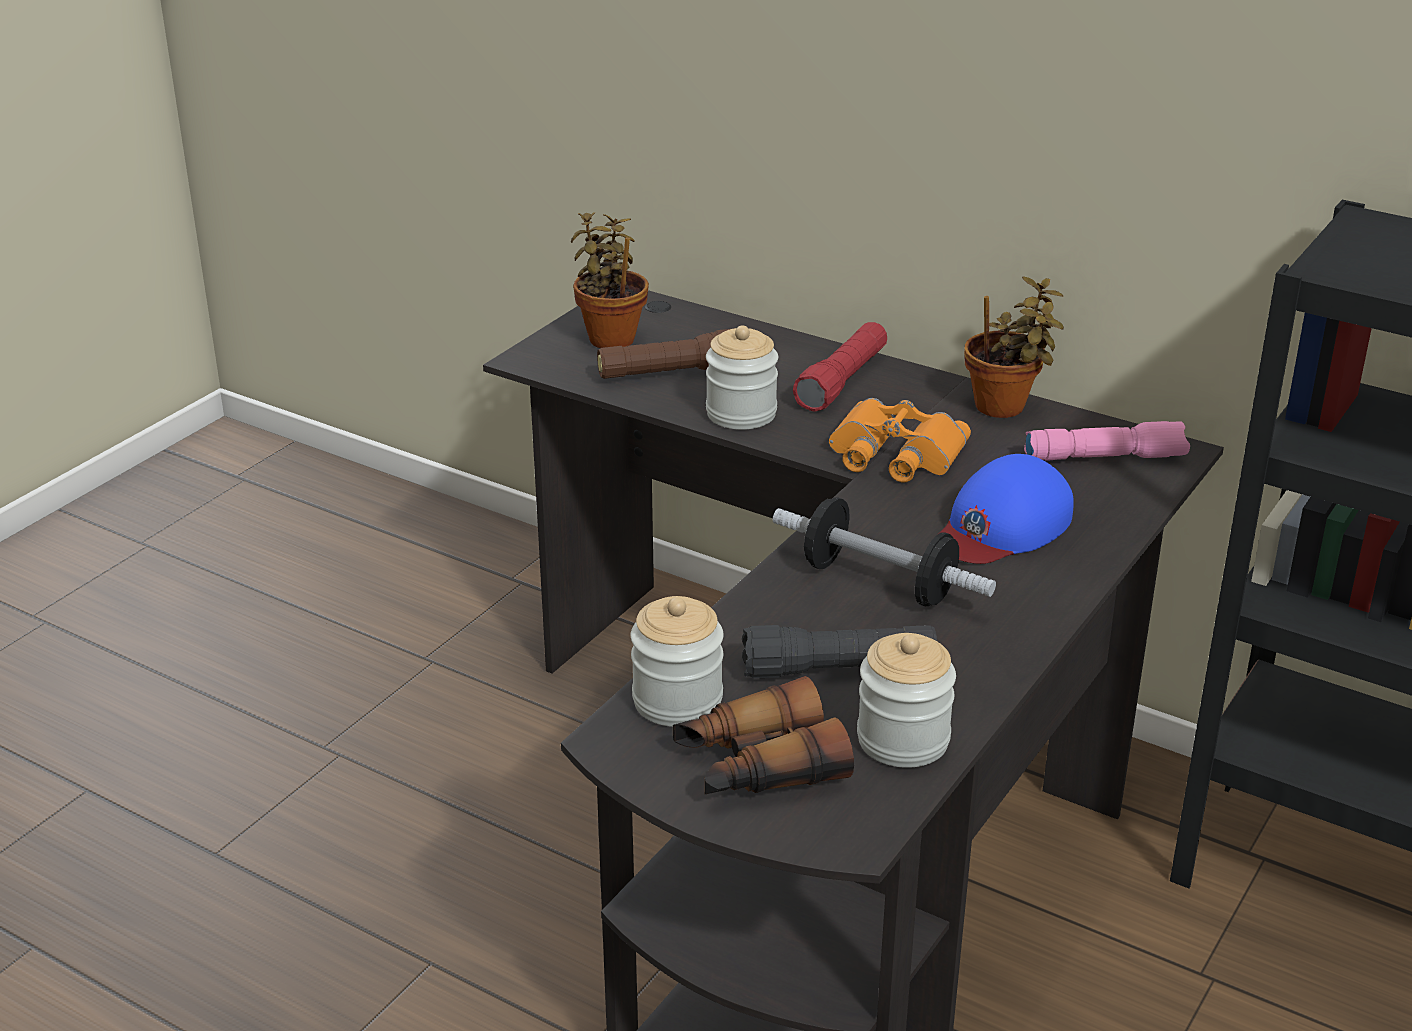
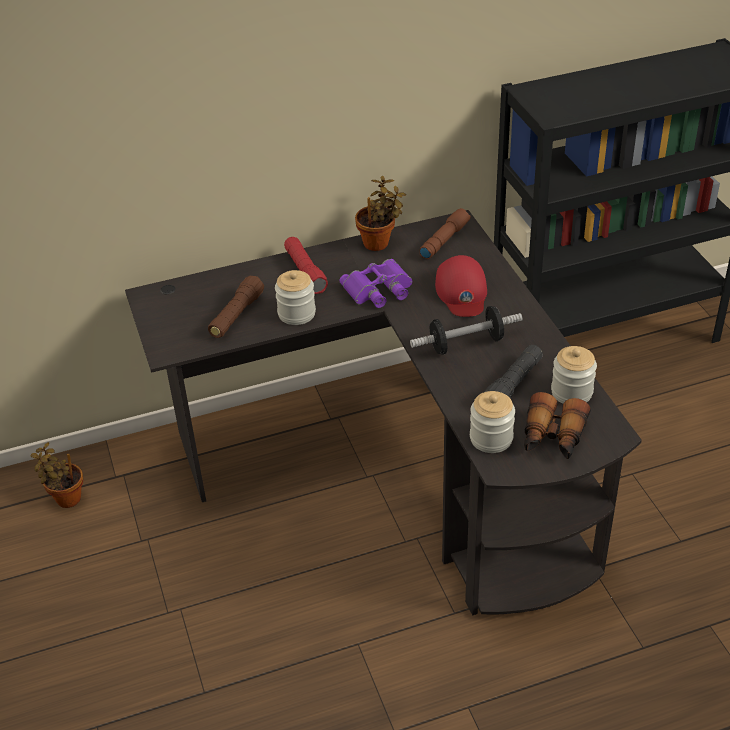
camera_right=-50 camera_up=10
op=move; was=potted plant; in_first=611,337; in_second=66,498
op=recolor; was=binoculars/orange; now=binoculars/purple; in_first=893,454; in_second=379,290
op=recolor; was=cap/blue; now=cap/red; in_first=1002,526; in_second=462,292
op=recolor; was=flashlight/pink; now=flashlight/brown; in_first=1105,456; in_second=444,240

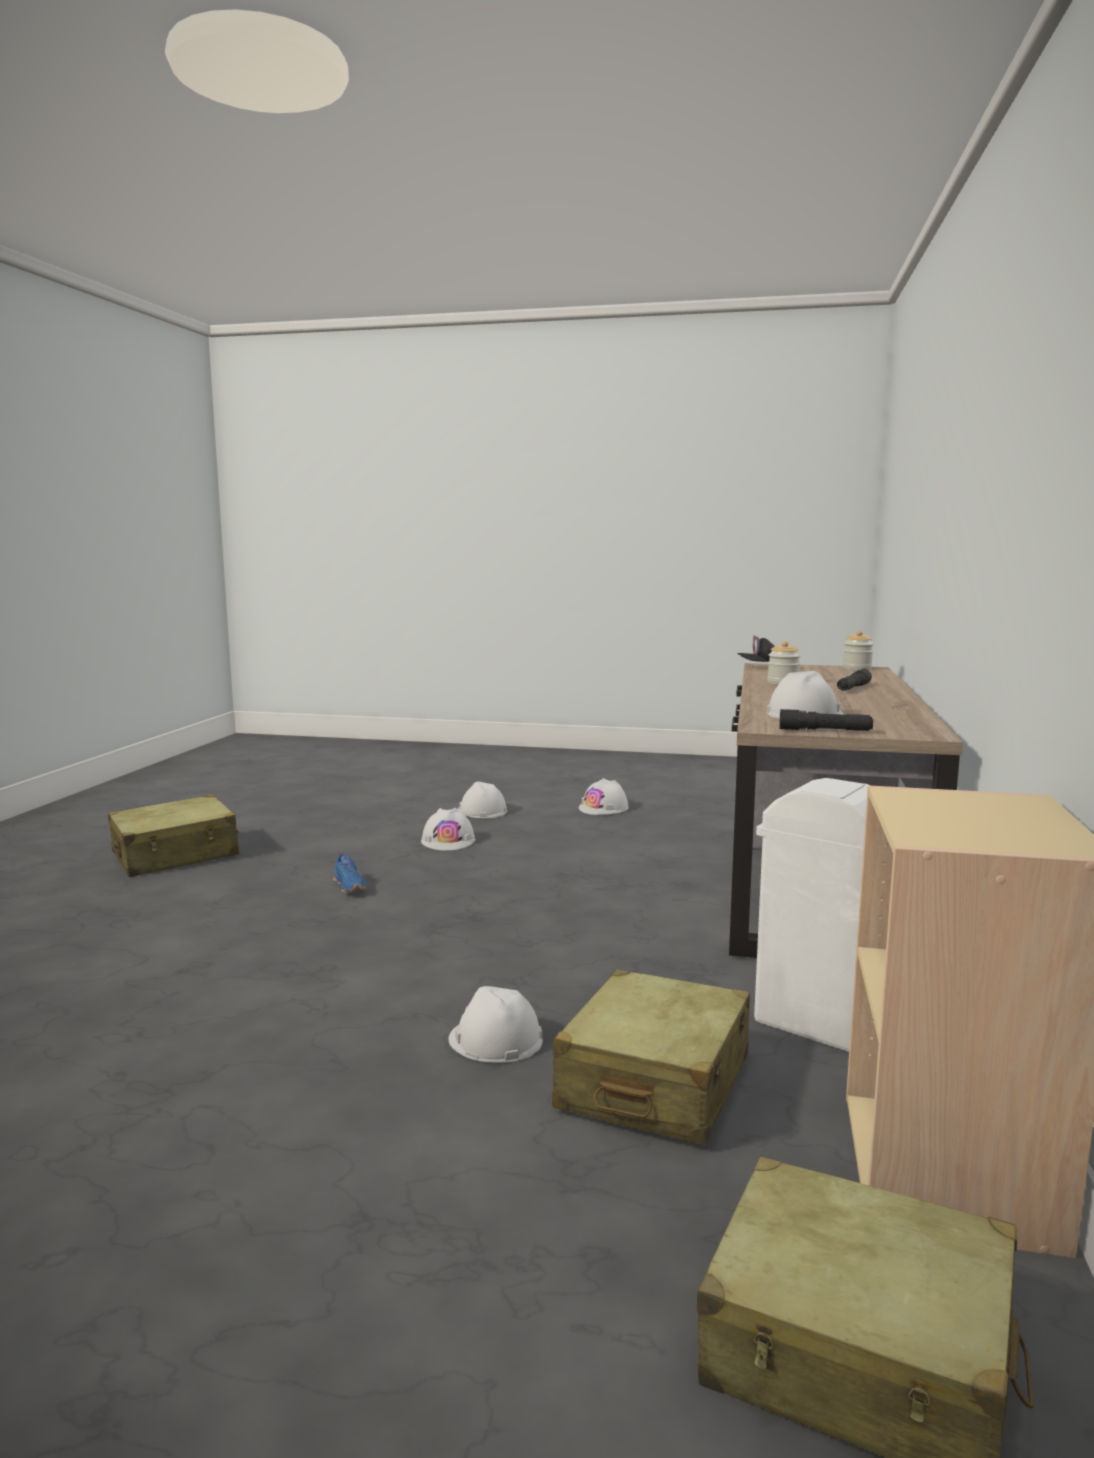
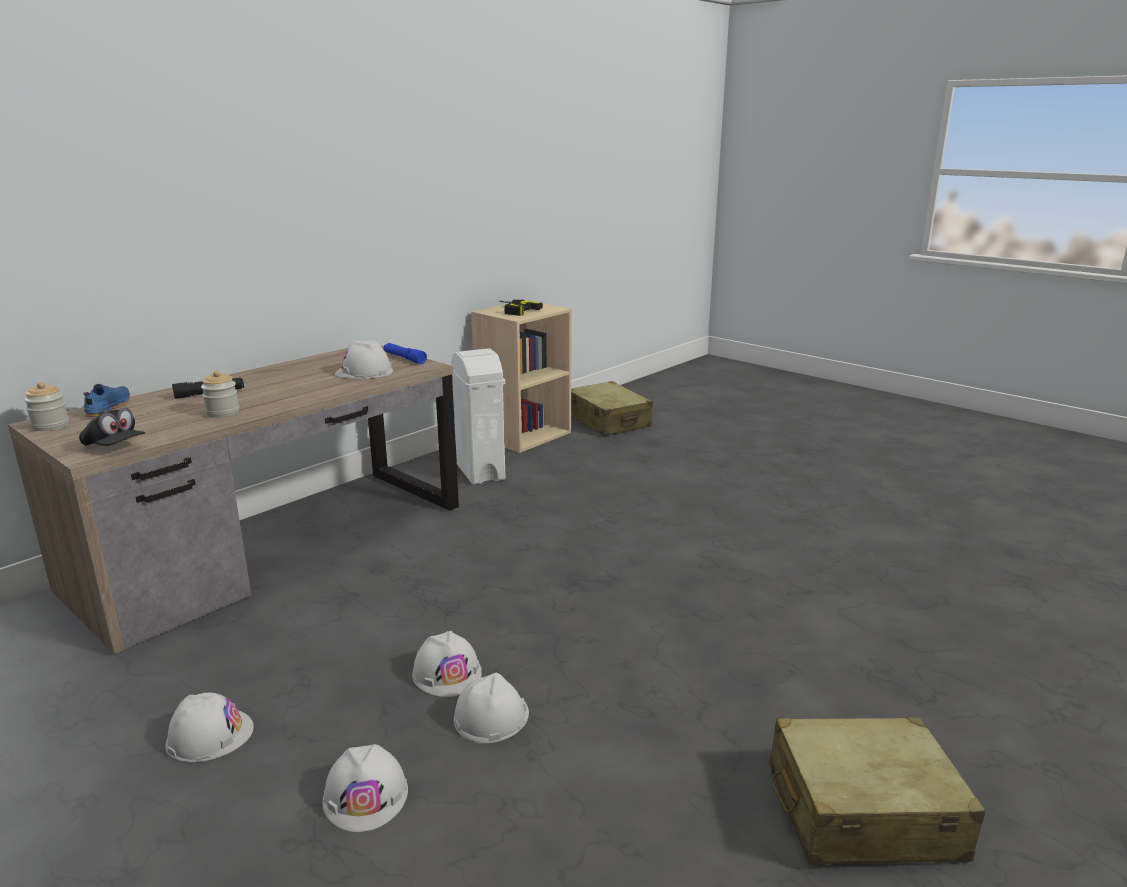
camera_right=-150 camera_up=10
op=delete; was=suitcase/beige; in_first=654,1083
op=insert; now=power drill; in_second=512,310
op=move; was=shoe/blue; in_first=350,886; in_second=107,409
op=move; was=hard hat/white; in_first=495,1039; in_second=447,673
op=recolor; was=flashlight/black; now=flashlight/blue; in_first=824,731; in_second=404,358

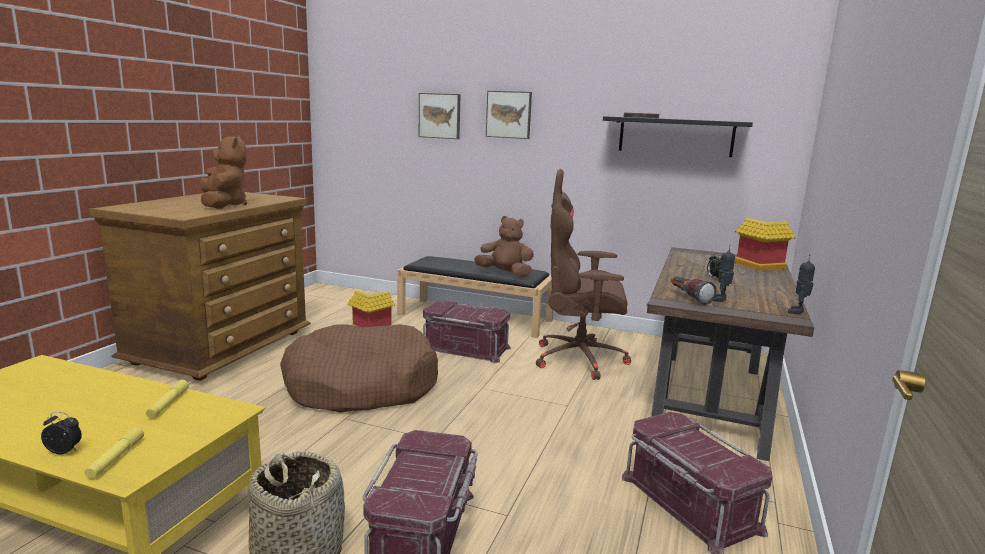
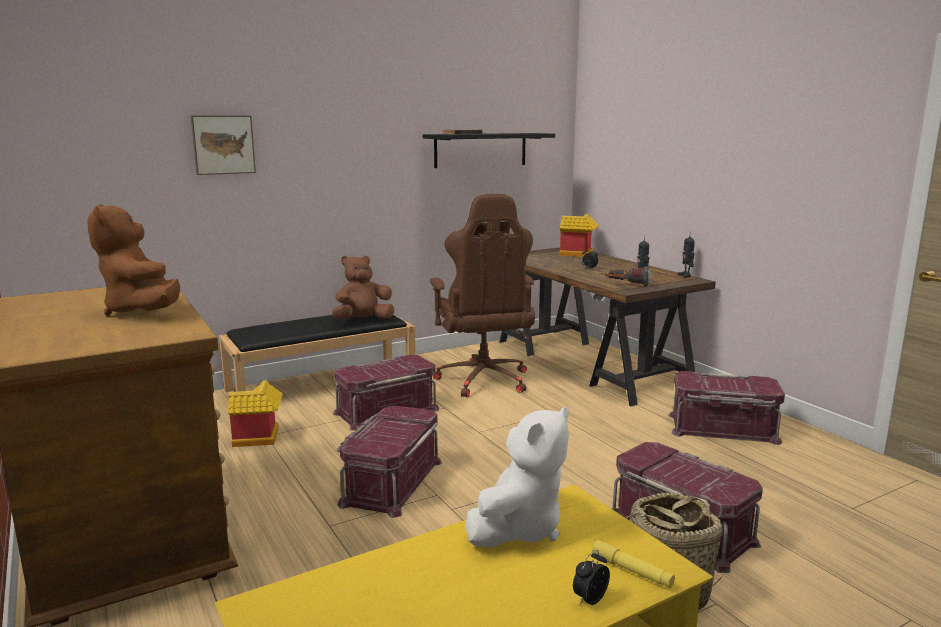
camera_right=-50 camera_up=0
op=delete; was=picture; in_first=509,114
op=replace; was=flashlight/yellow; now=plush toy/white; in_first=168,404; in_second=519,528
op=replace; was=dog bed/brown; now=storage box/red; in_first=361,386; in_second=391,482
op=rotate; was=plush toy/brown; in_first=224,205; in_second=142,311; clockwise=-135
op=rotate; was=office chair/brown; in_first=580,359; in_second=483,380; clockwise=-60

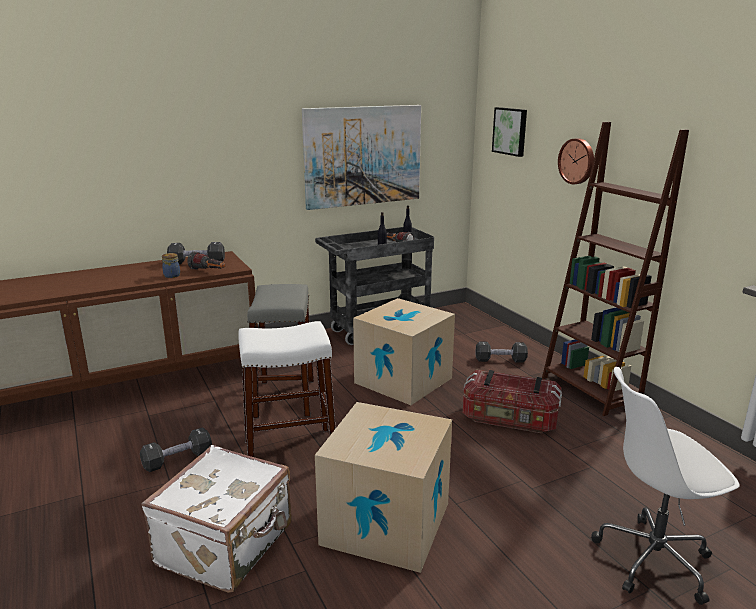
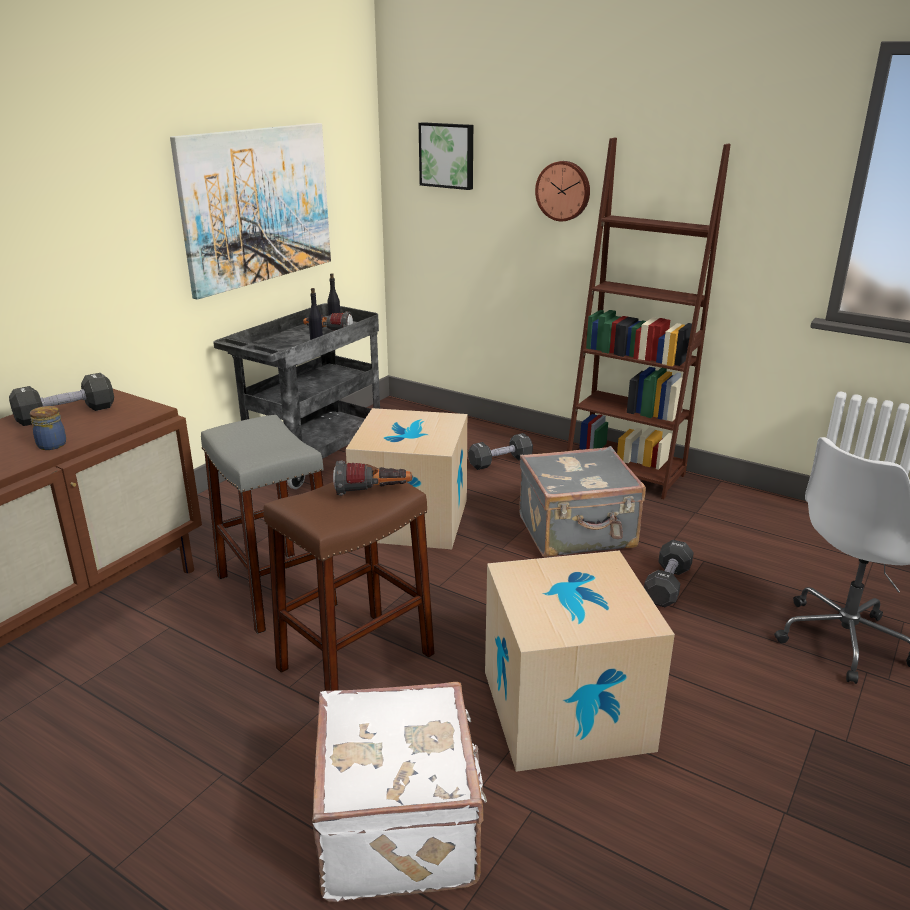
camera_right=-30 camera_up=5
op=move; was=dumbbell/black; in_first=177,459; in_second=667,585
op=move; was=flashlight; in_first=208,271; in_second=373,493
op=replace; was=storage box; now=suitcase/grey; in_first=509,420; in_second=577,533
op=recolor; was=stool/white; now=stool/brown; in_first=290,450; in_second=356,661

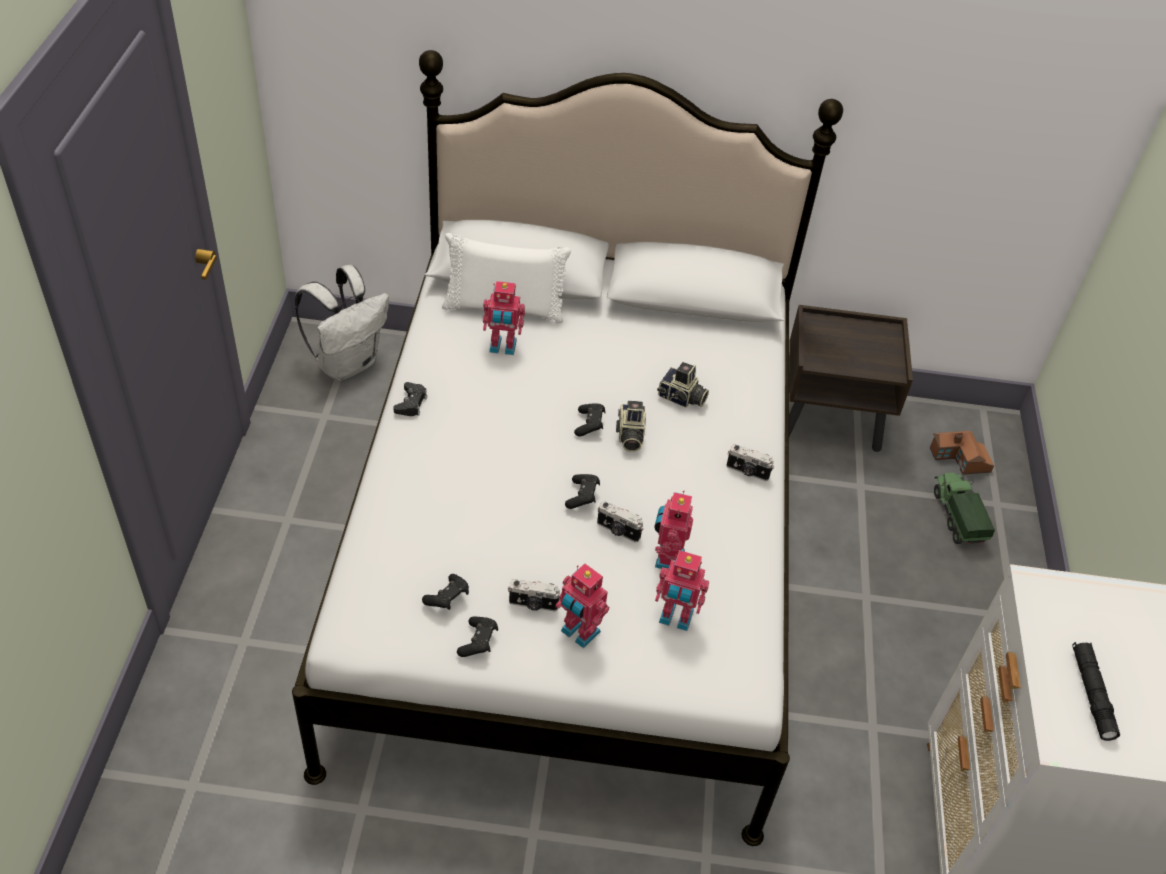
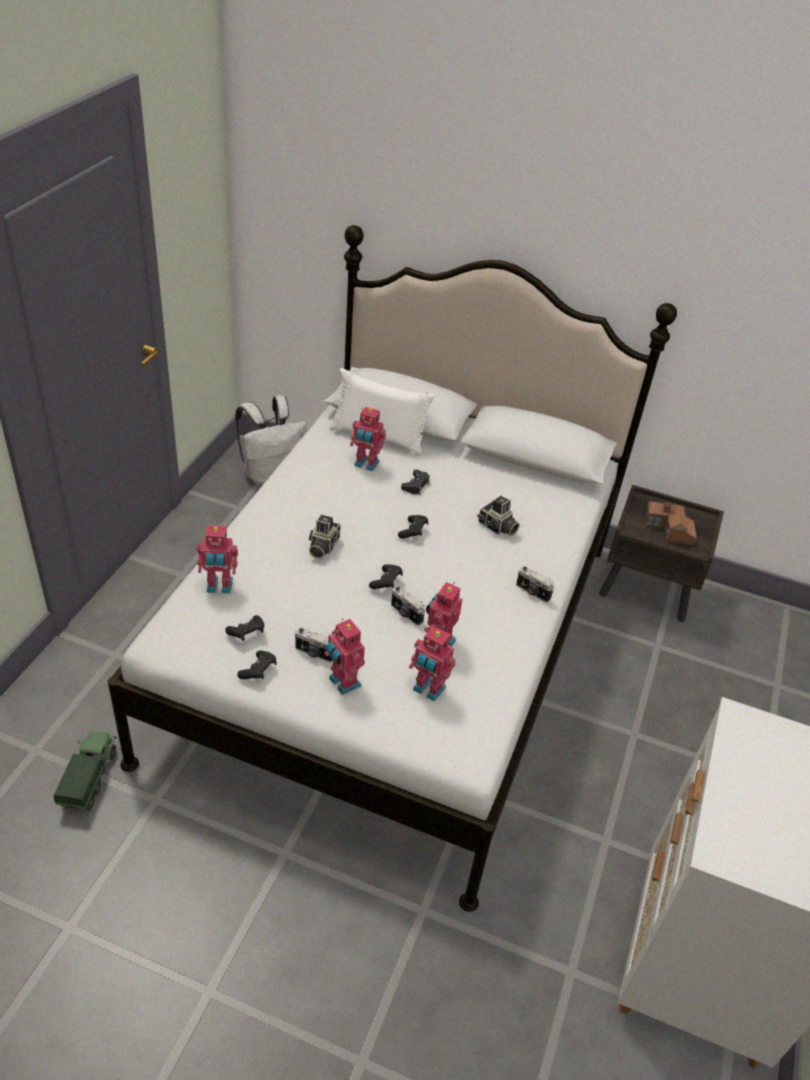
camera_right=15 camera_up=-5
op=delete; was=flashlight/black; in_first=1091,694
op=insert; now=toy robot; in_second=219,587
op=move; was=game controller/black; in_first=411,403; in_second=416,485
op=move; was=photo camera; in_first=629,436; in_second=322,546
op=move; was=toy house; in_first=960,459; in_second=669,530
op=move; was=toy truck; in_first=957,517; in_second=90,778

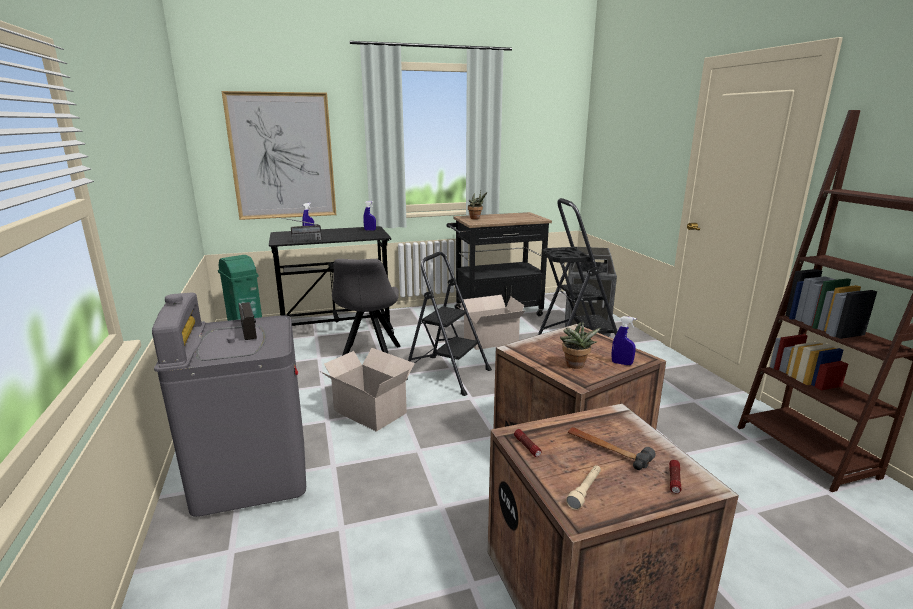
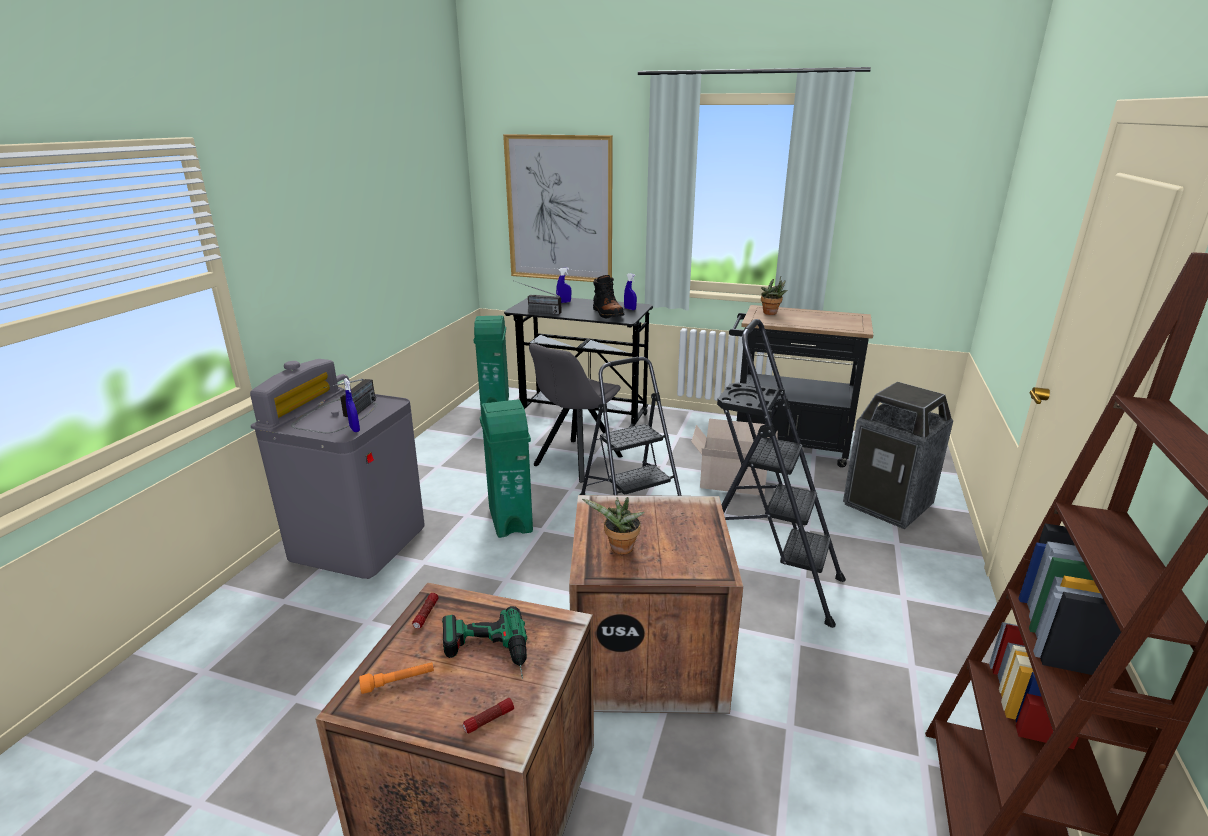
camera_right=35 camera_up=5
op=insert; now=boot/black; in_second=607,313
op=move; was=spray bottle/blue; in_first=621,363; in_second=355,429
op=replace; was=cardboard box; now=trash can/green; in_first=369,411; in_second=510,520
op=replace; was=hammer; now=power drill; in_first=607,449; in_second=487,655
op=recolor; was=flashlight/beige; now=flashlight/orange; in_first=585,491; in_second=398,682

